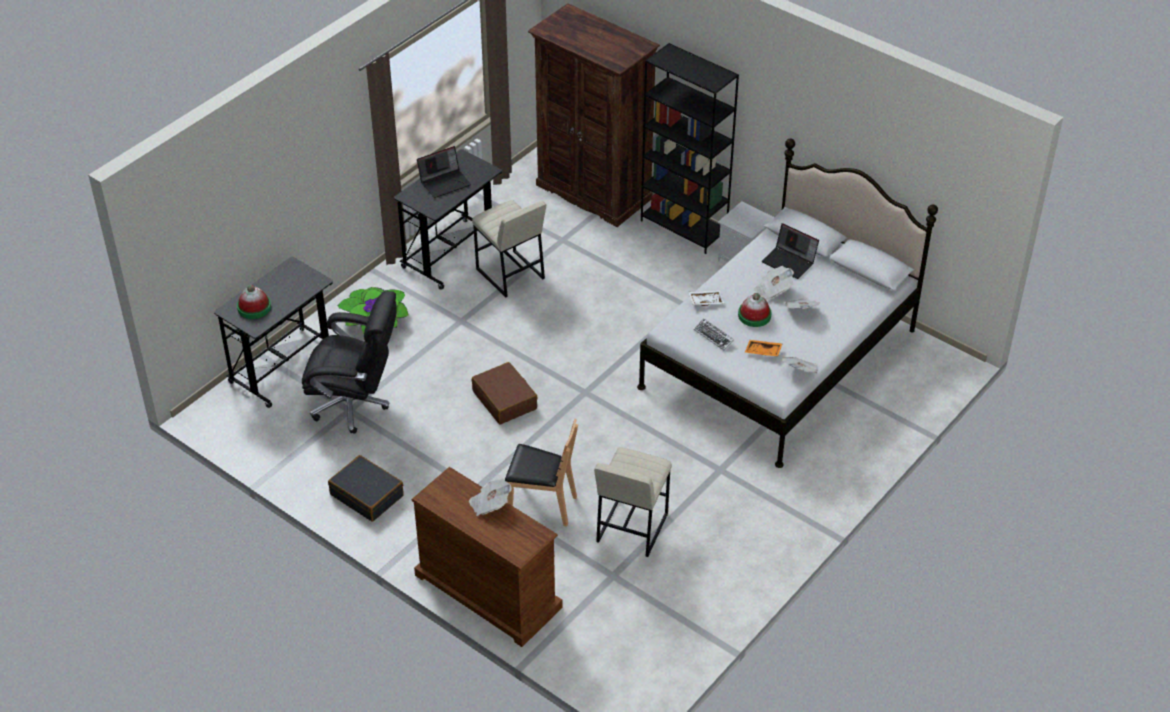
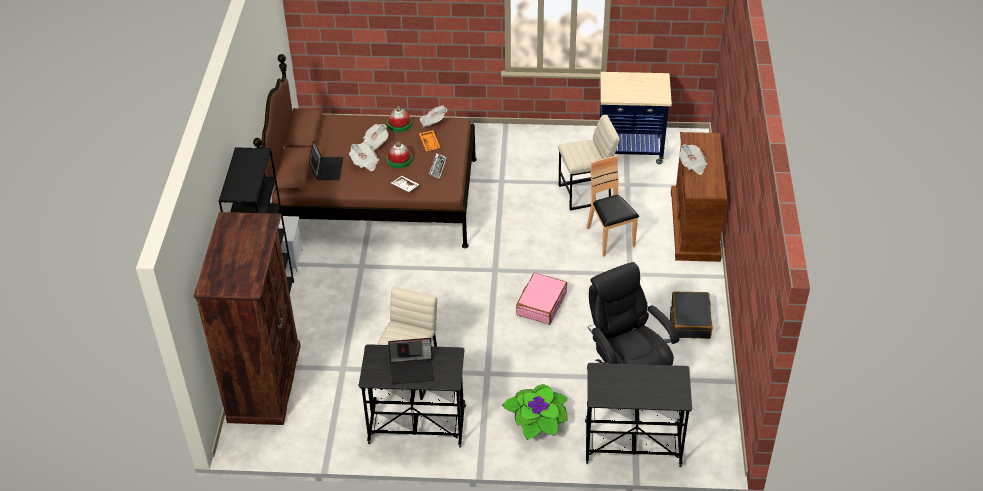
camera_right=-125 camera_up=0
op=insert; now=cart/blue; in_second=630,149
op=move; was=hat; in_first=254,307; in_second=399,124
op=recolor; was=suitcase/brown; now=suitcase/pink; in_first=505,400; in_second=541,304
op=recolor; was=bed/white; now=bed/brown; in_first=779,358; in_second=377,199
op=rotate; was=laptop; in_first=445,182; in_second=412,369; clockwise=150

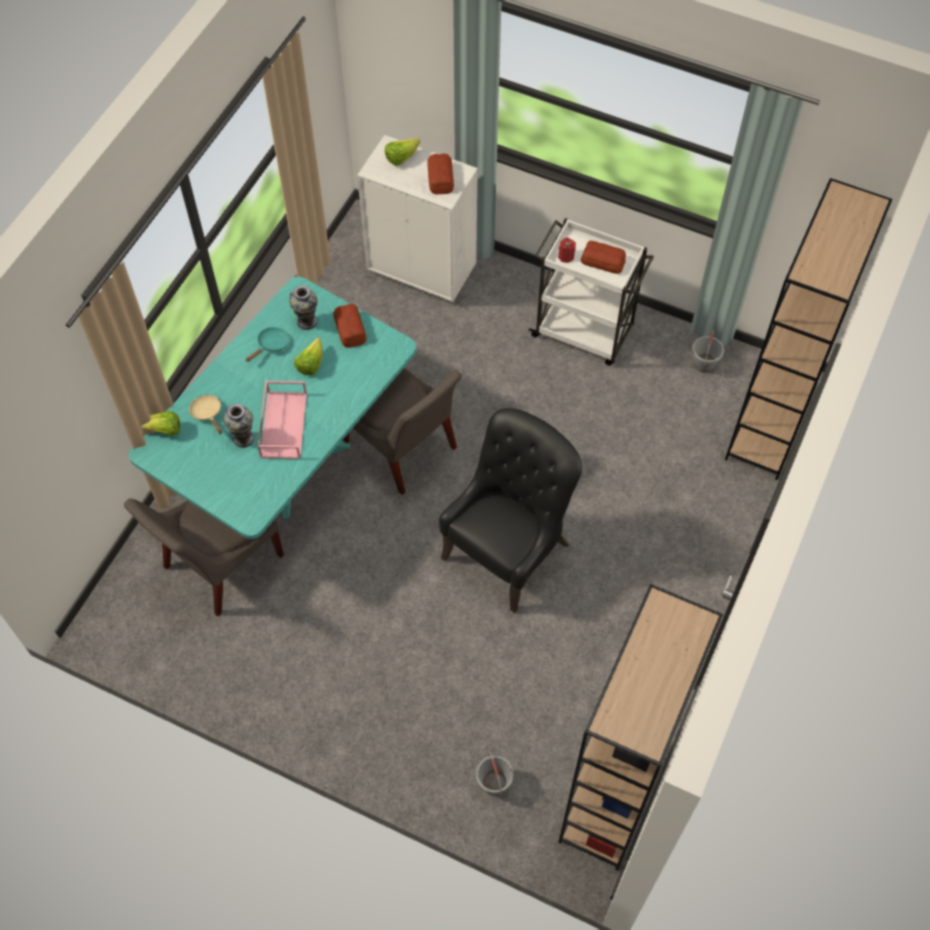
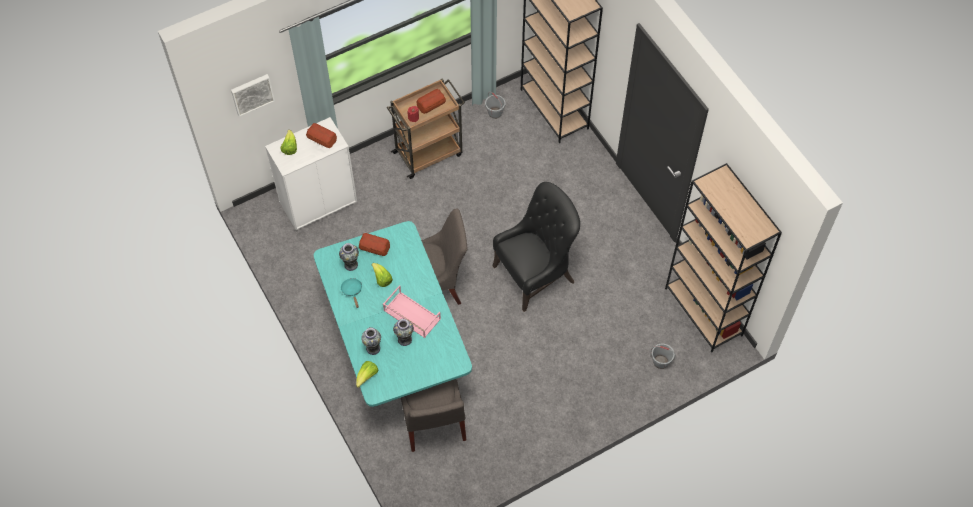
camera_right=-55 camera_up=0
op=insert; now=picture; in_second=252,94
op=replace; was=frying pan/beige; now=vase; in_first=208,413; in_second=373,348
op=recolor; was=cart/white; now=cart/brown; in_first=584,332; in_second=429,153
op=rotate; was=chair/black; in_first=508,550; in_second=535,274; clockwise=75

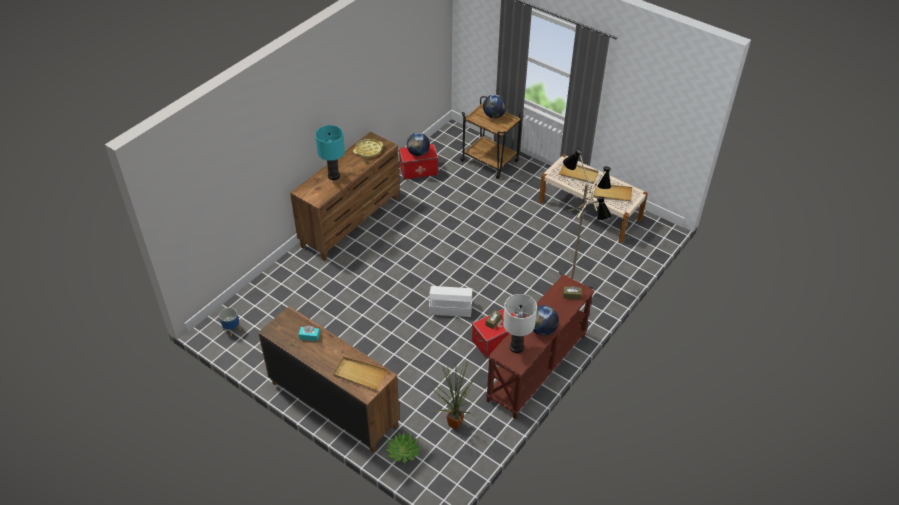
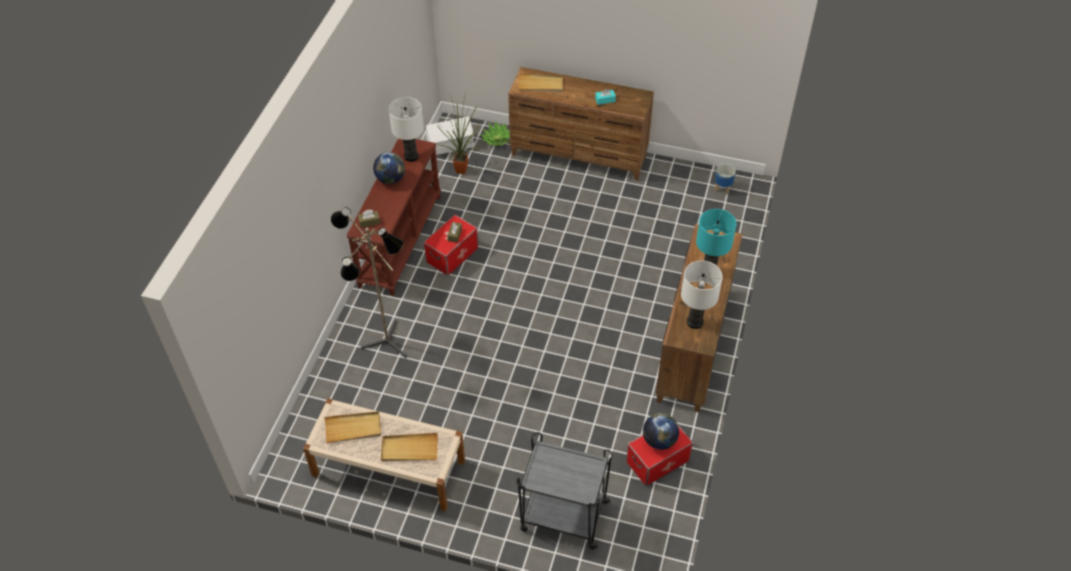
camera_right=160 camera_up=5
op=delete; was=globe; in_first=494,116
op=move; was=storage box/white; in_first=450,308; in_second=451,145
op=replace; was=tray/yellow; now=table lamp/white; in_first=368,150; in_second=694,322
op=recolor; was=cart/brown; now=cart/grey; in_first=490,161; in_second=563,515

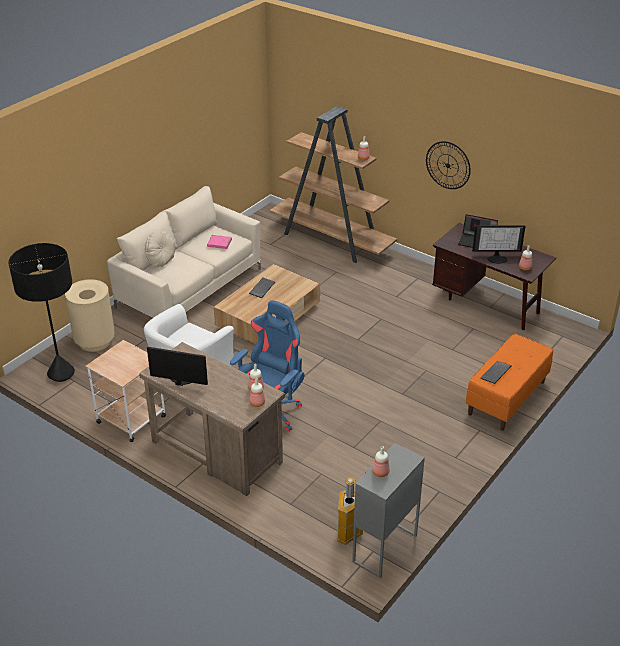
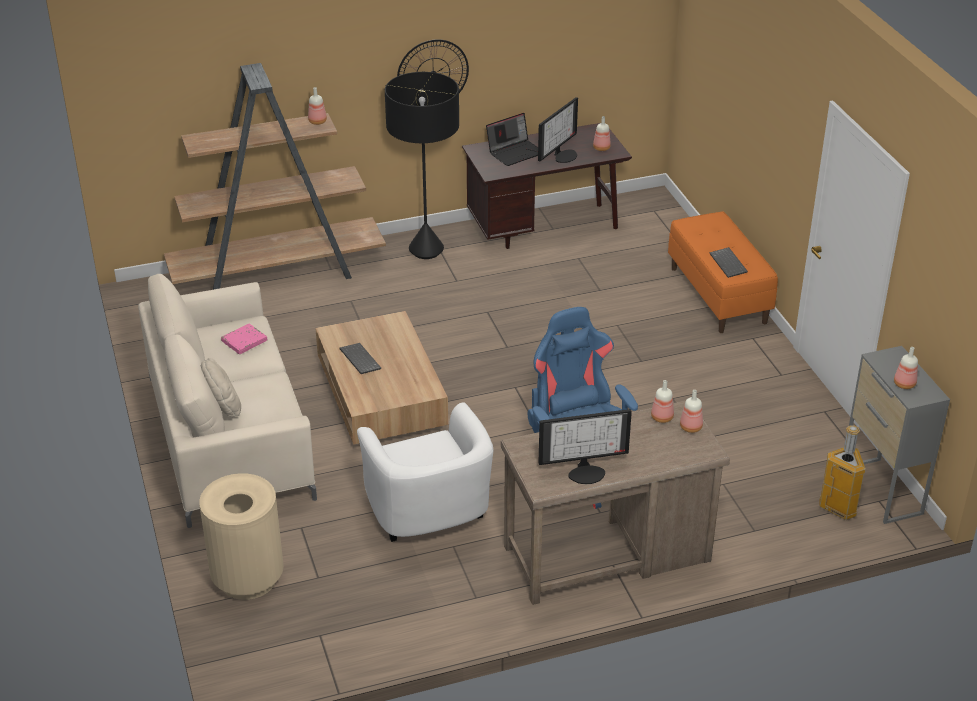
camera_right=-55 camera_up=0
op=delete; was=cart/beige; in_first=130,418
op=move; was=floor lamp/black; in_first=61,375; in_second=426,251
op=rotate; was=monitor; in_first=181,380; in_second=586,472; clockwise=-150

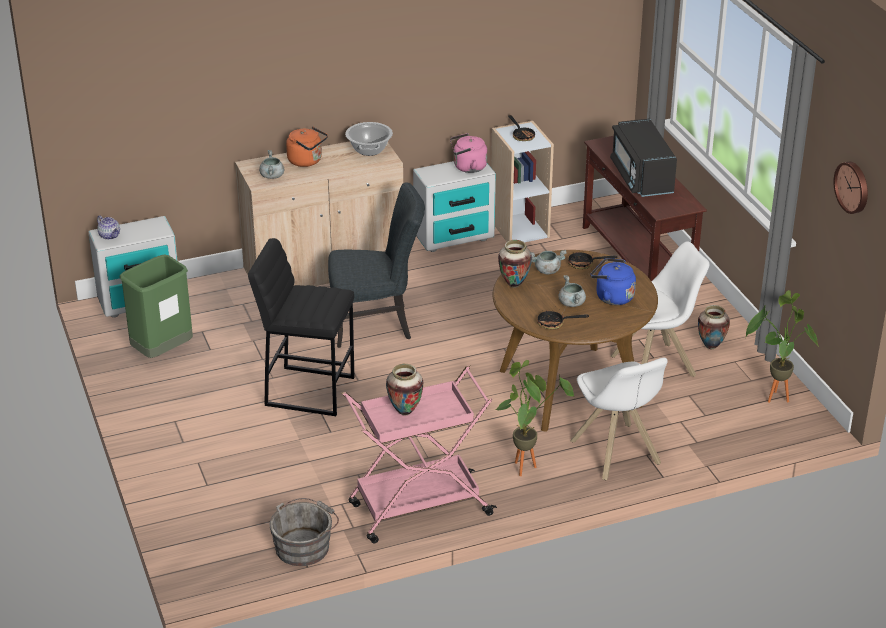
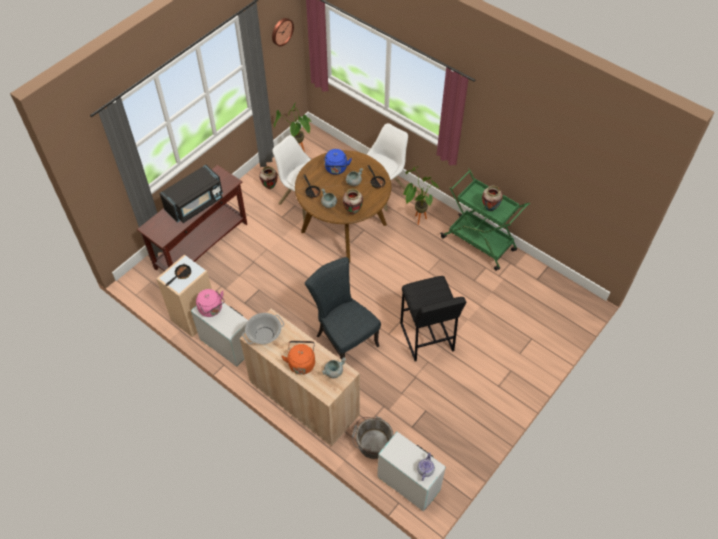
camera_right=-120 camera_up=20
op=delete; was=trash can/green; in_first=162,352
op=move; was=bucket/grey; in_first=305,546; in_second=372,443
op=recolor; was=cart/pink; now=cart/green; in_first=419,510; in_second=478,244

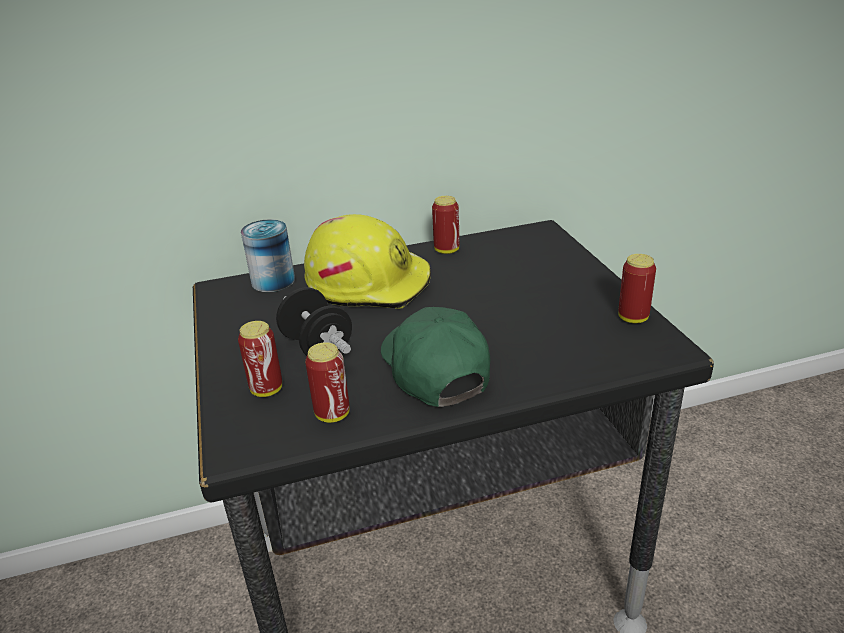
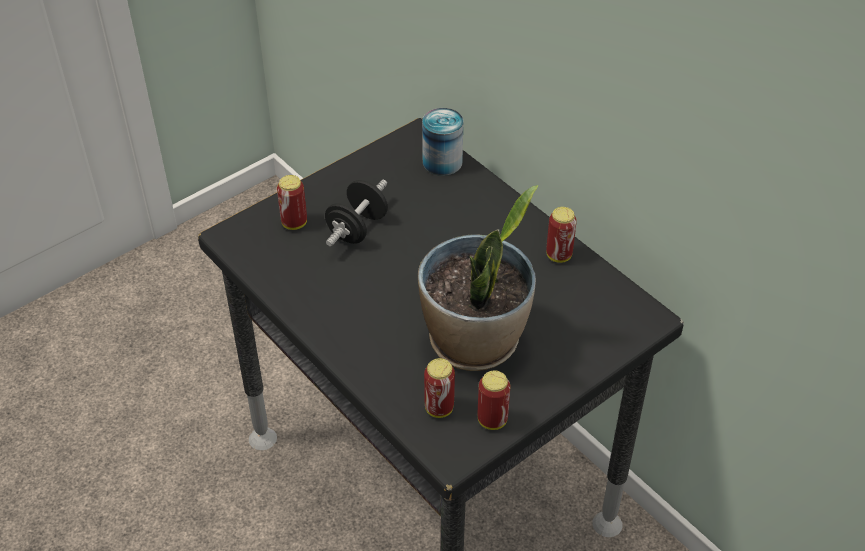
camera_right=65 camera_up=15
op=delete; was=hard hat/yellow; in_first=369,283
op=delete; was=cap/green; in_first=434,369
op=insert; now=potted plant; in_second=475,342
op=move; was=can; in_first=332,414; in_second=439,408

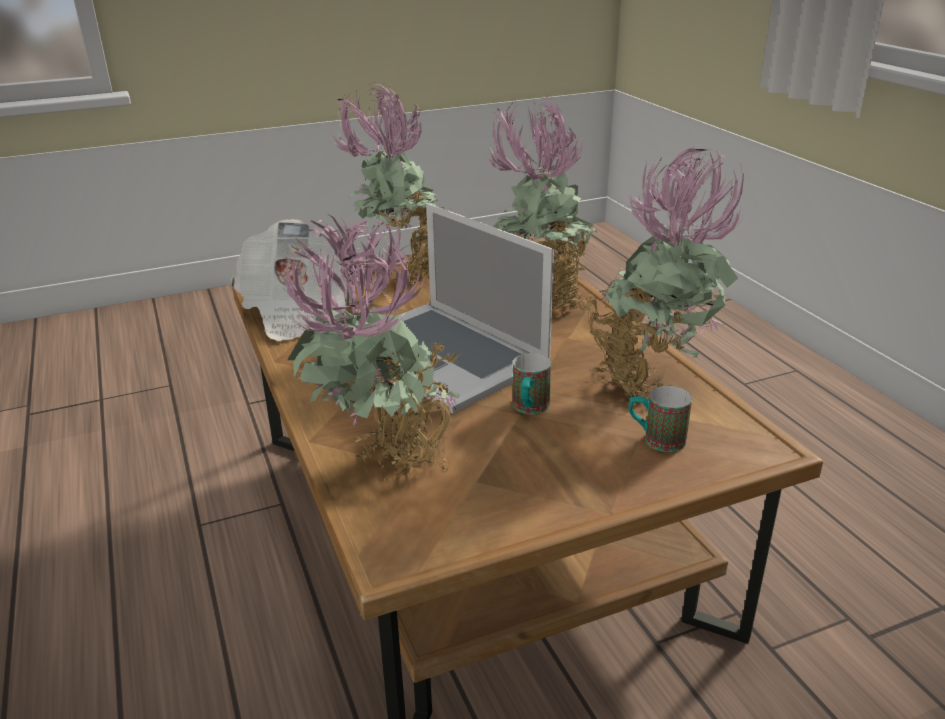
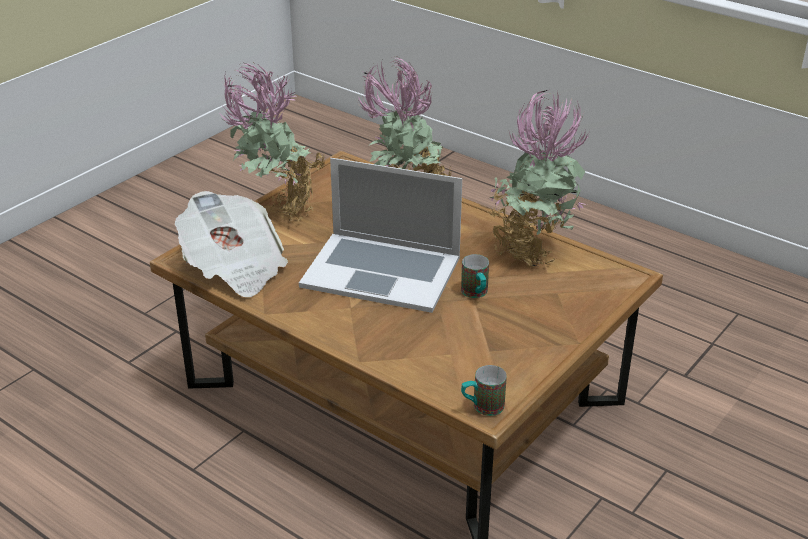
camera_right=-30 camera_up=5
op=delete; was=potted plant; in_first=386,471
op=move; was=mug; in_first=655,439; in_second=482,407

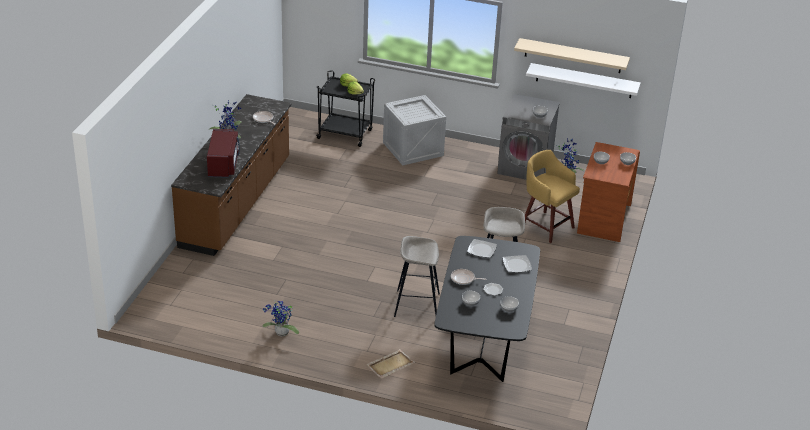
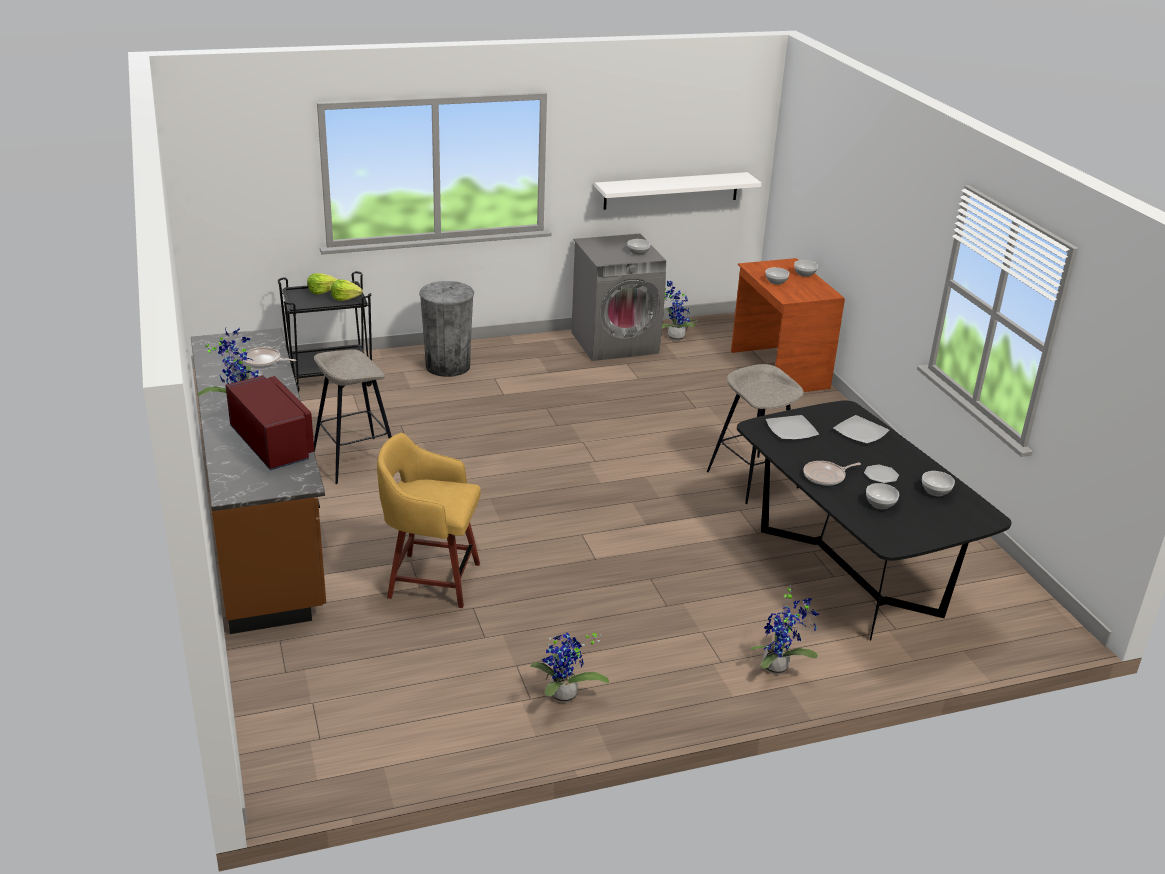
camera_right=-35 camera_up=-5
op=delete; was=shelf/beige; in_first=573,56
op=move; was=stool/grey; in_first=416,304; in_second=355,460
op=move; was=stool/yellow; in_first=546,226; in_second=431,579
op=replace; was=tray/beige; now=potted plant; in_first=390,365; in_second=779,667
op=replace; was=crate; now=trash can/grey; in_first=413,149; in_second=448,366

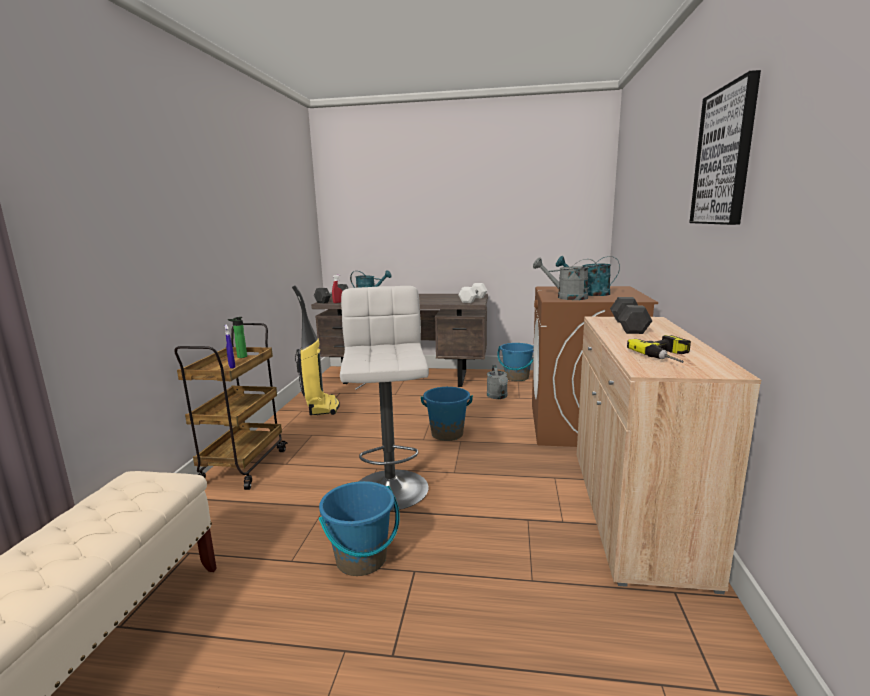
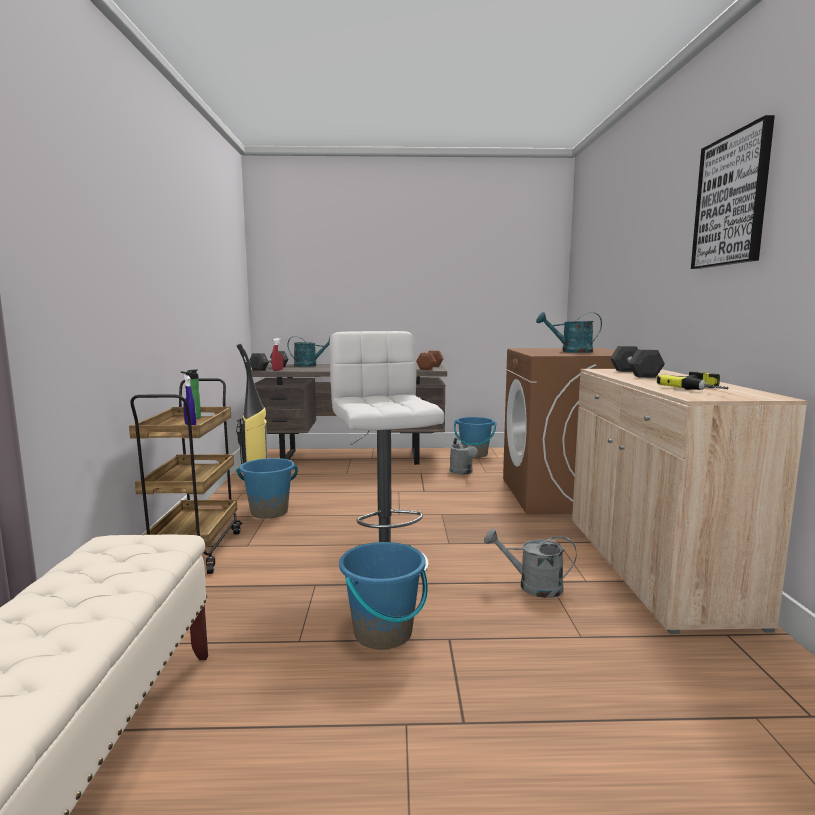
camera_right=-10 camera_up=-5
op=move; was=bucket/blue; in_first=447,434; in_second=269,512
op=move; was=watering can/grey; in_first=566,297; in_second=532,586
op=recolor; was=dumbbell/white; now=dumbbell/brown; in_first=473,300; in_second=430,367

